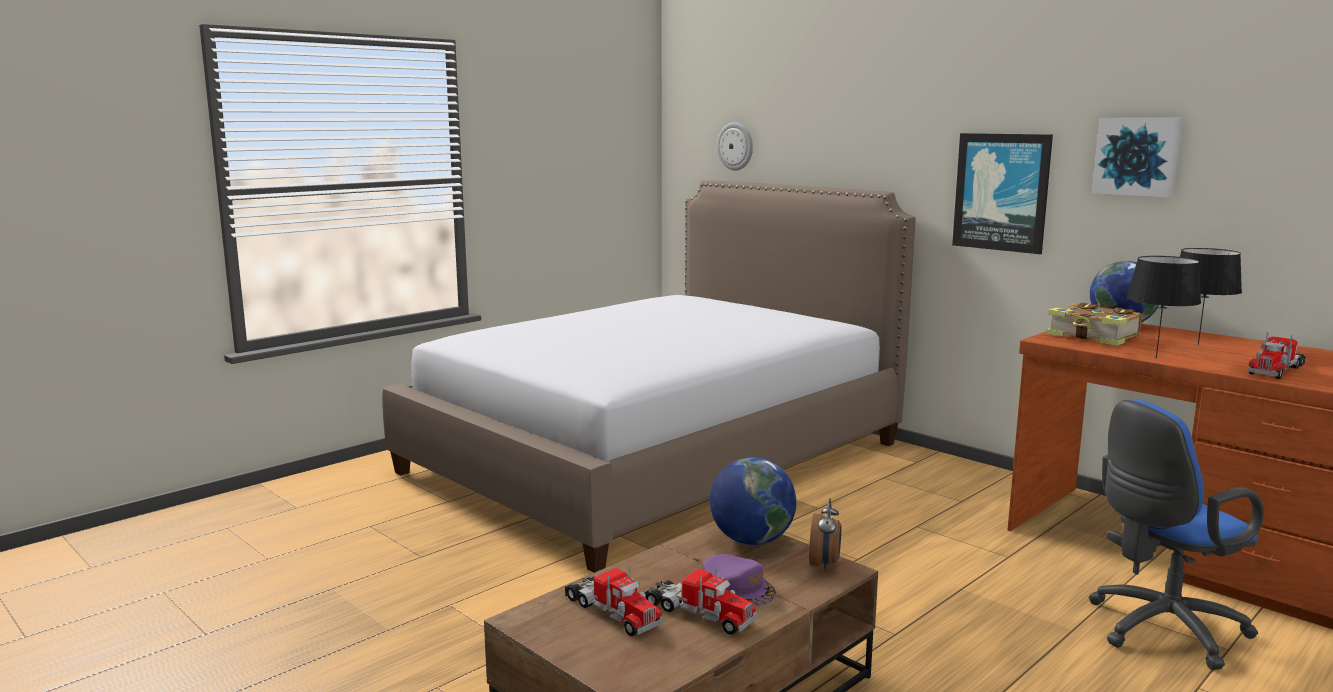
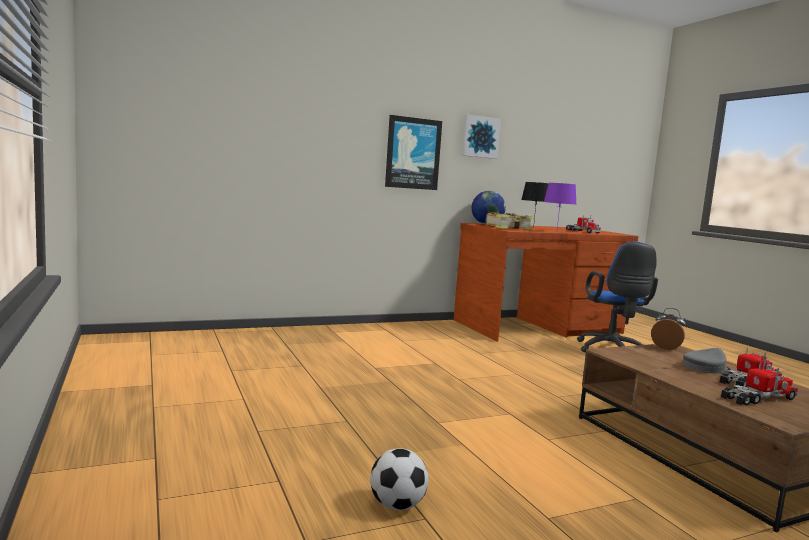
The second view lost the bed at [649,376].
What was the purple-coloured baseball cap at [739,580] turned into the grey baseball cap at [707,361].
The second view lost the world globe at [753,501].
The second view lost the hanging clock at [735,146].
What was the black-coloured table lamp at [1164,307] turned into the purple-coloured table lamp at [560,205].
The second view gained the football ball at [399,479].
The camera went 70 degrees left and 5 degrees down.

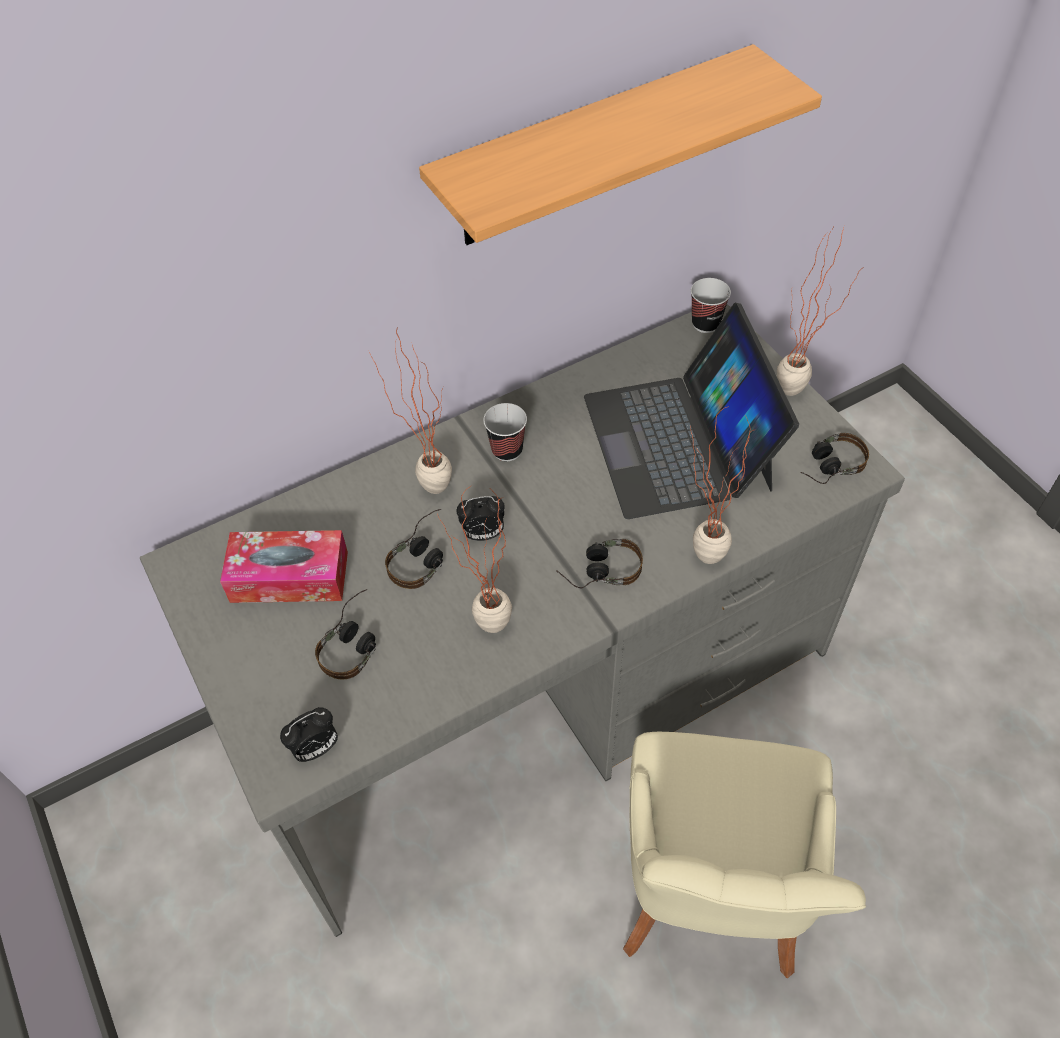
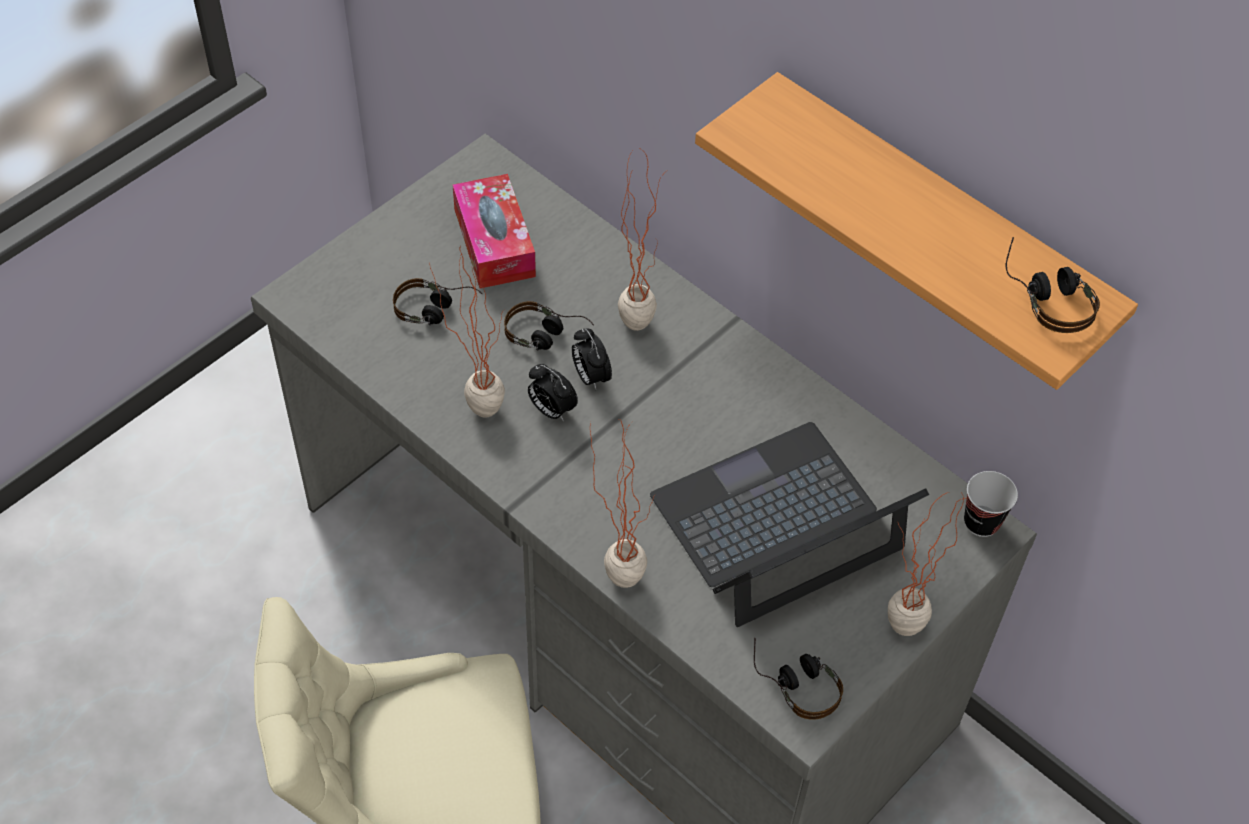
The table clock ended up elsewhere, having gone from [309,734] to [553,392].
The second view lost the cup at [505,432].
The pair of headphones ended up elsewhere, having gone from [599,563] to [1053,285].
The camera went 70 degrees right and 0 degrees up.

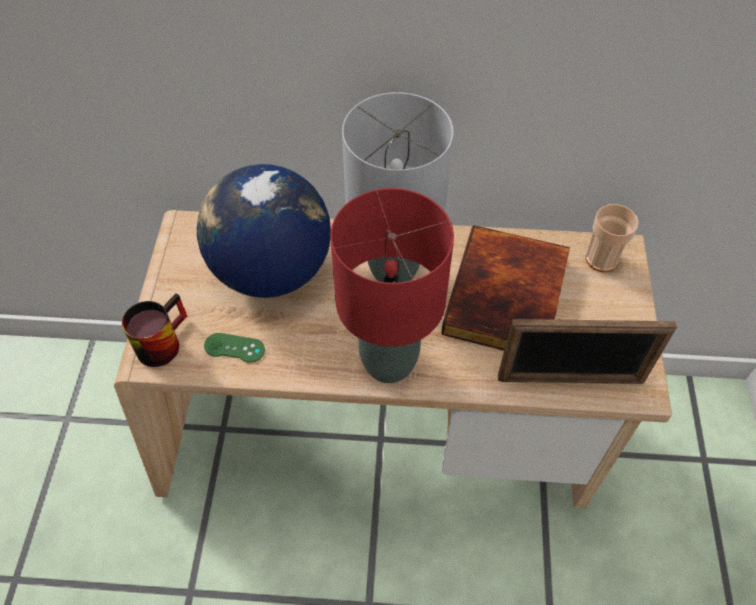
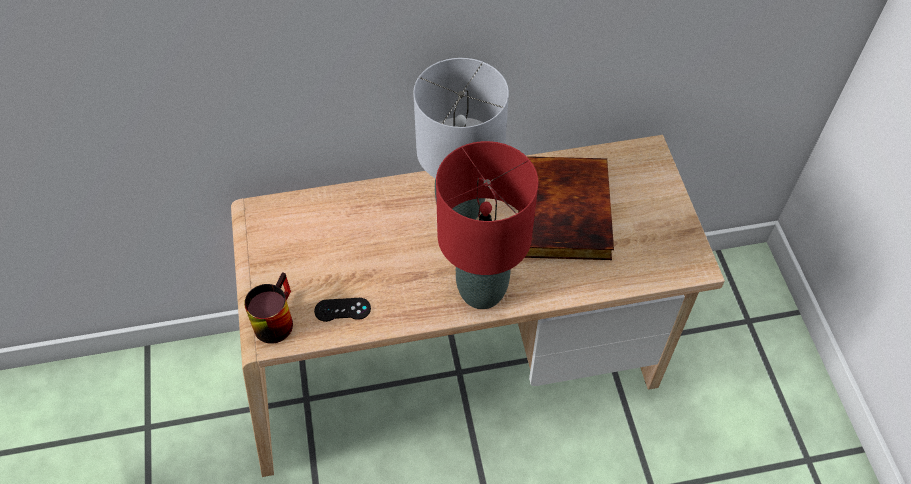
The second view lost the world globe at [264,231].
What was the green gamepad at [234,348] turned into the black-coloured gamepad at [342,310].
The second view lost the standing frame at [587,351].
The second view lost the cup at [612,238].
The camera went 15 degrees left and 0 degrees up.

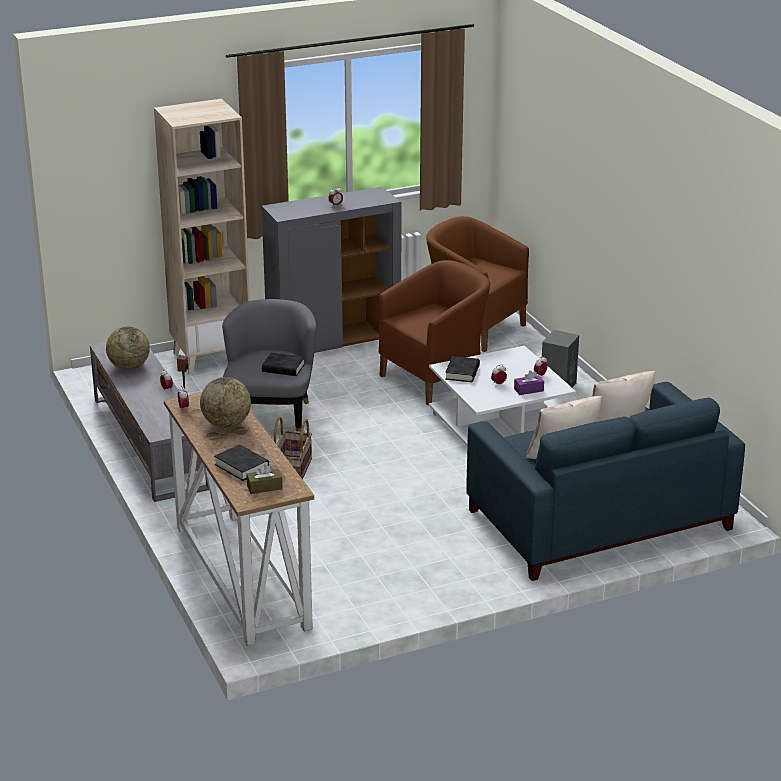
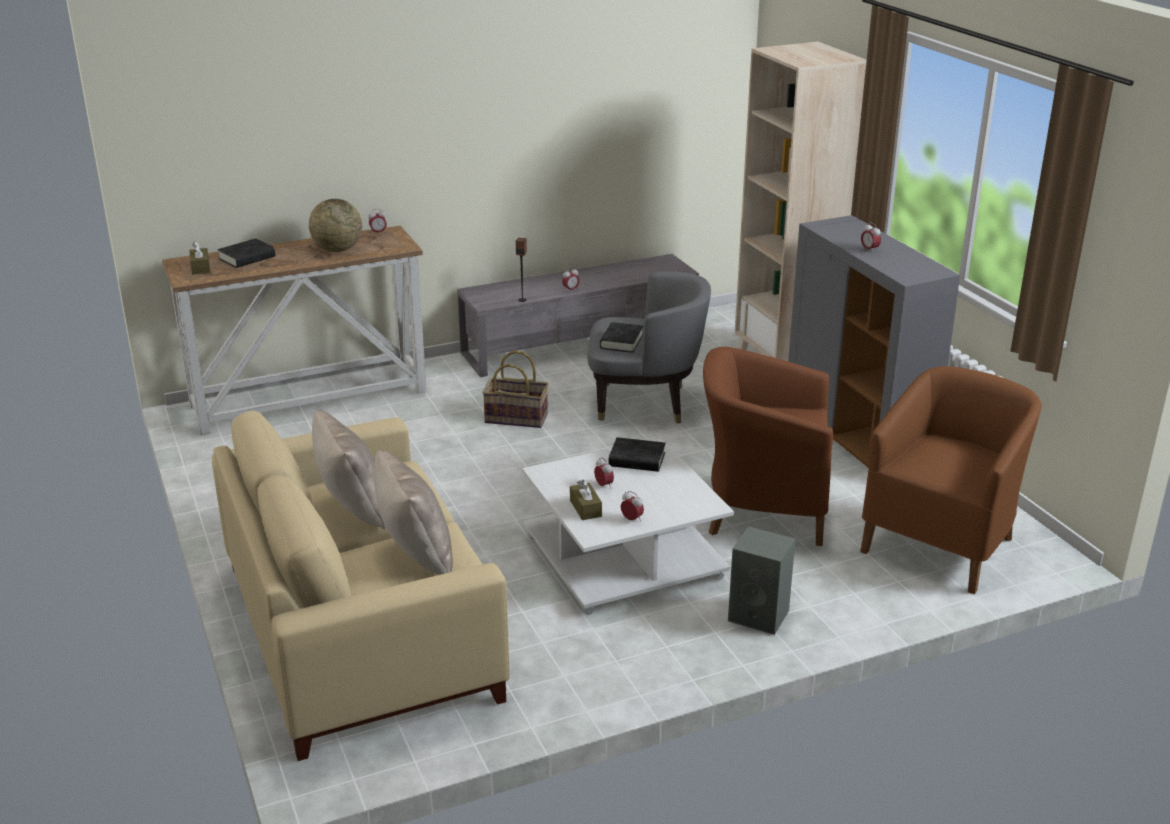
The second view lost the world globe at [128,348].
The brown-coloured lounge chair at [434,333] ended up facing another way, 135 degrees clockwise from before.
What was the blue sofa at [605,481] turned into the beige sofa at [361,586].
What was the purple-coloured box of tissues at [529,382] turned into the brown-coloured box of tissues at [586,500].
The camera went 90 degrees right and 0 degrees up.

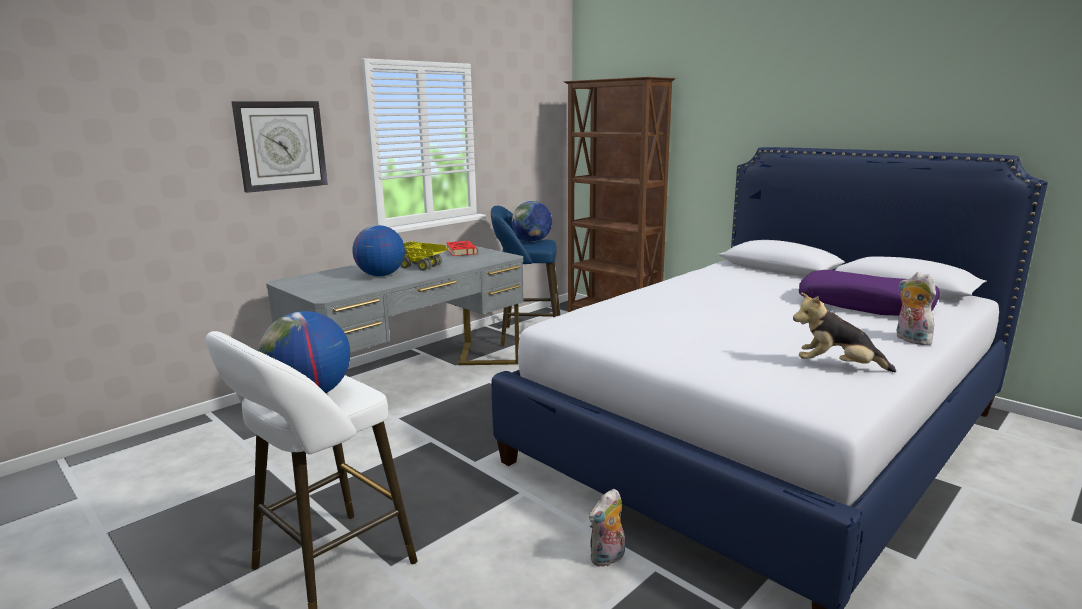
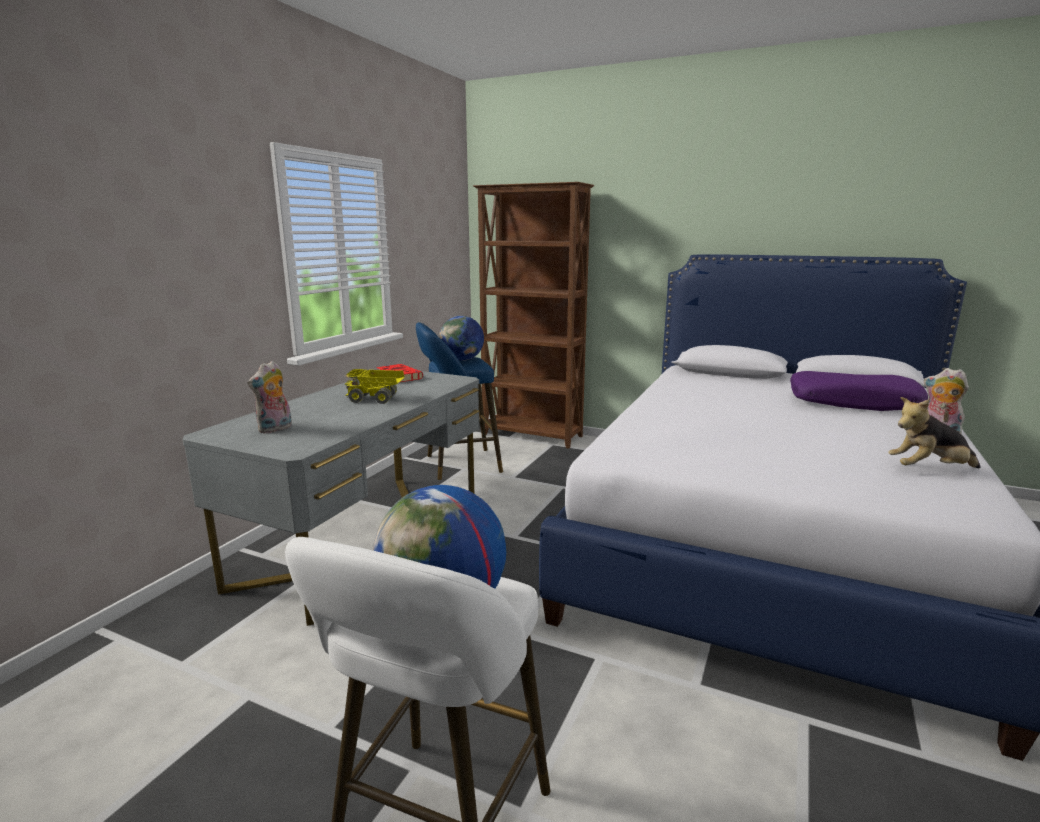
The second view lost the hanging clock at [279,147].
The second view lost the world globe at [378,250].
The cuddly toy ended up elsewhere, having gone from [607,528] to [269,397].
The camera went 20 degrees left and 0 degrees up.

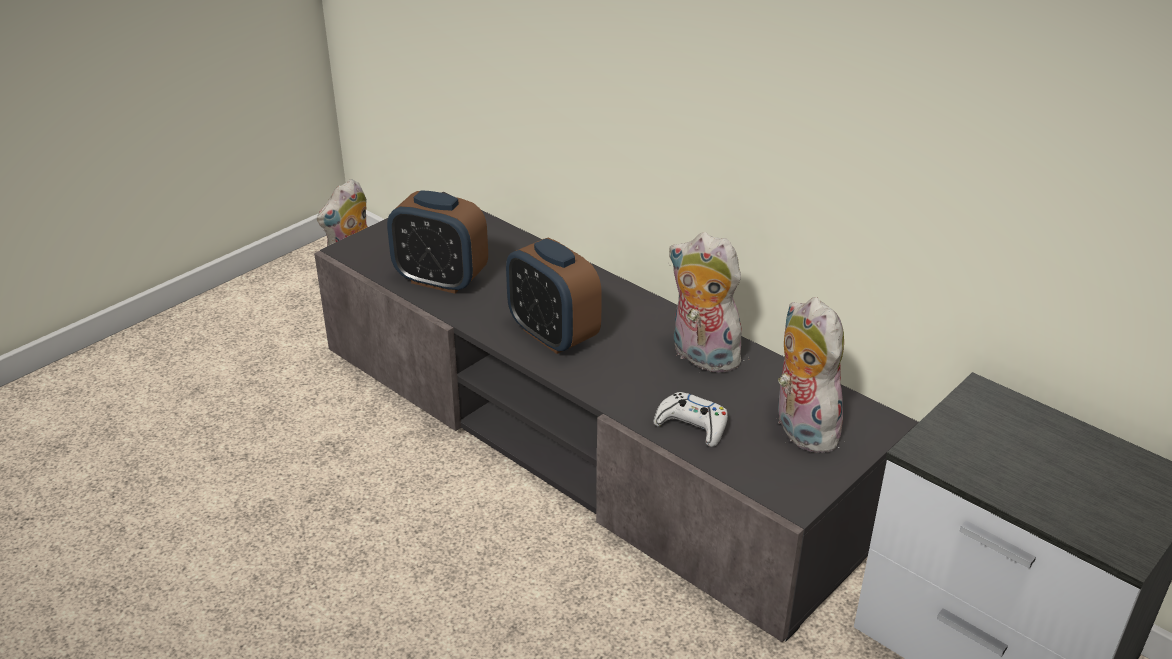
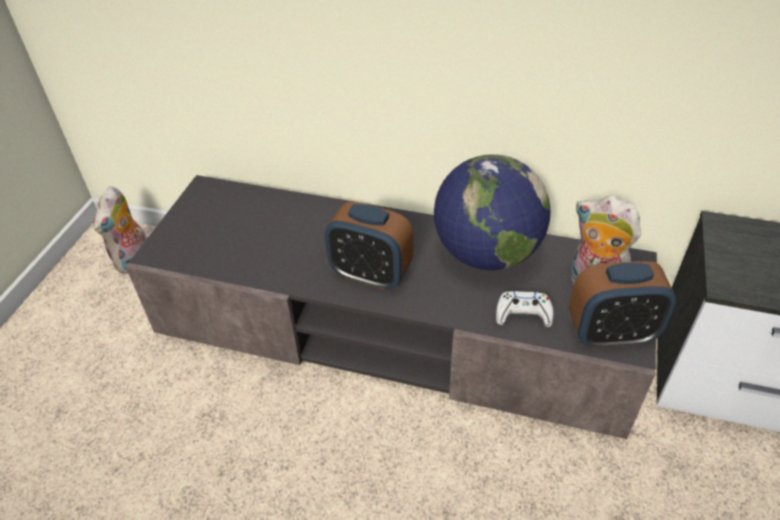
The table clock ended up elsewhere, having gone from [437,242] to [622,304].
Where the cuddly toy stood at [706,302], the world globe came to stand at [492,212].
The camera went 25 degrees left and 10 degrees up.

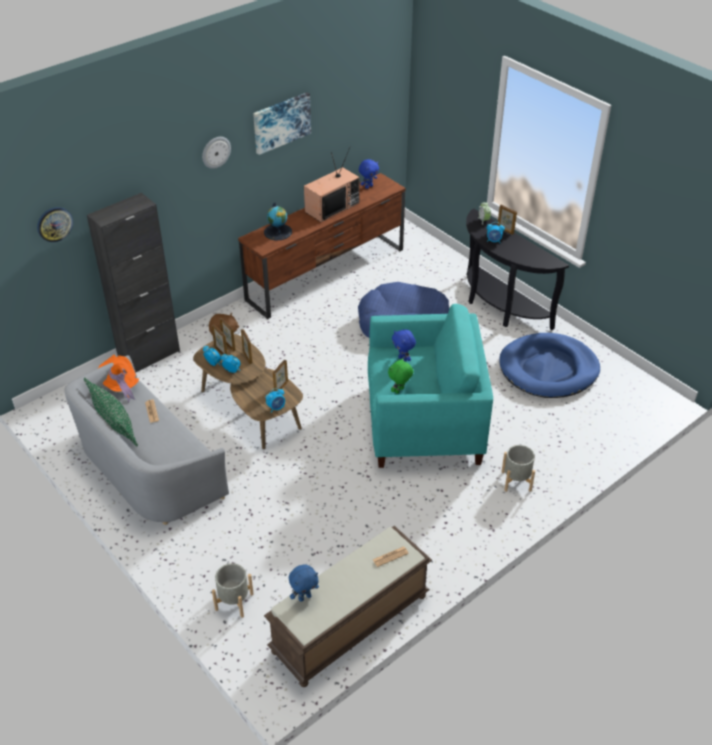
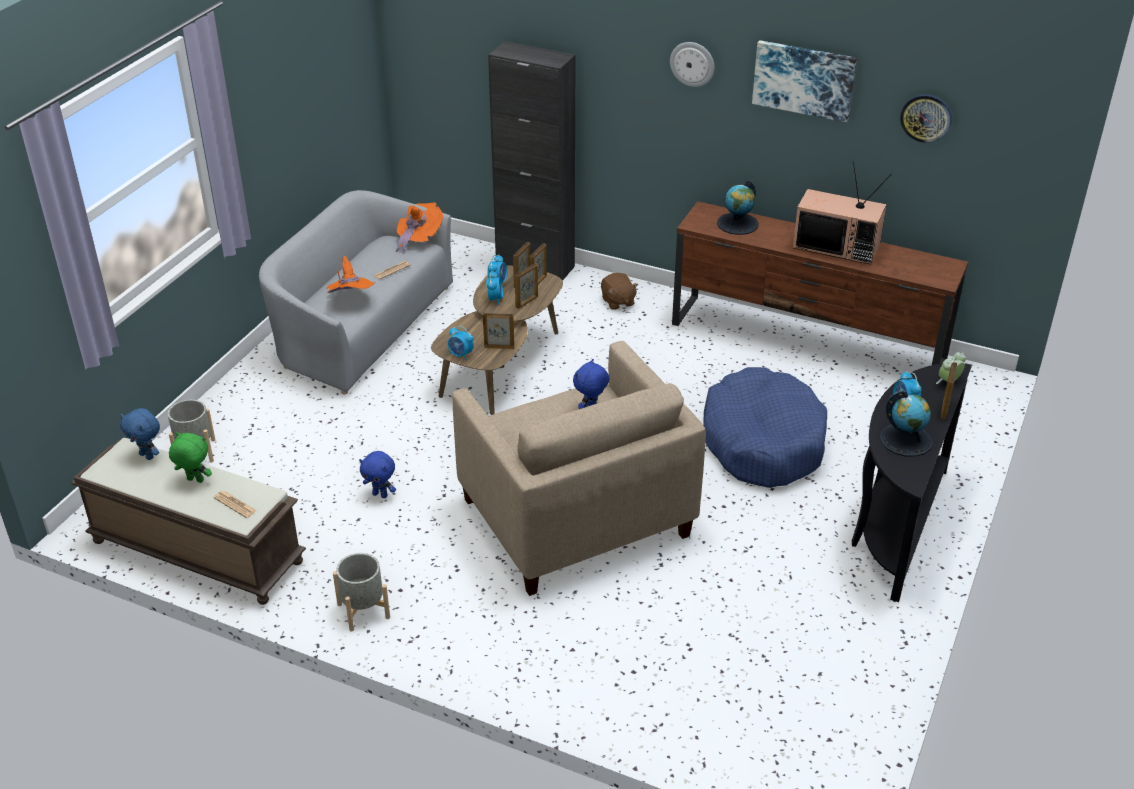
The hanging clock ended up elsewhere, having gone from [55,224] to [926,118].
The second view lost the green pillow at [111,411].
The blue cuddly toy ended up elsewhere, having gone from [369,174] to [377,474].
What was the turquoise lounge chair at [430,386] turned into the beige lounge chair at [579,468].
The green cuddly toy ended up elsewhere, having gone from [400,376] to [190,457].
The second view lost the blue dog bed at [549,365].
The grey flower pot ended up elsewhere, having gone from [518,468] to [361,592].
The second view gained the orange-coloured wearable hat at [350,274].
The second view gained the world globe at [906,423].
The camera went 65 degrees right and 5 degrees down.

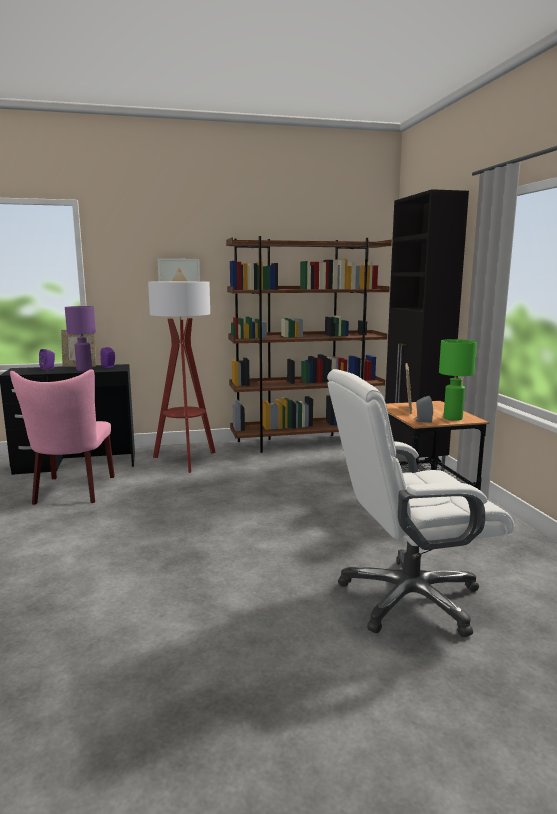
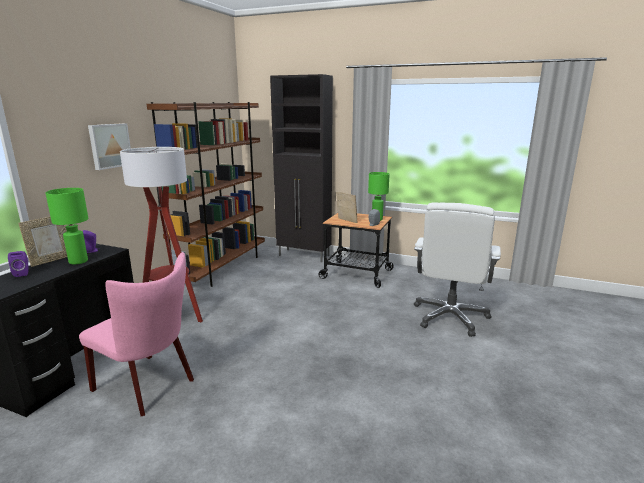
What was the purple-coloured table lamp at [80,338] turned into the green table lamp at [67,226].
The camera went 55 degrees left and 5 degrees up.

